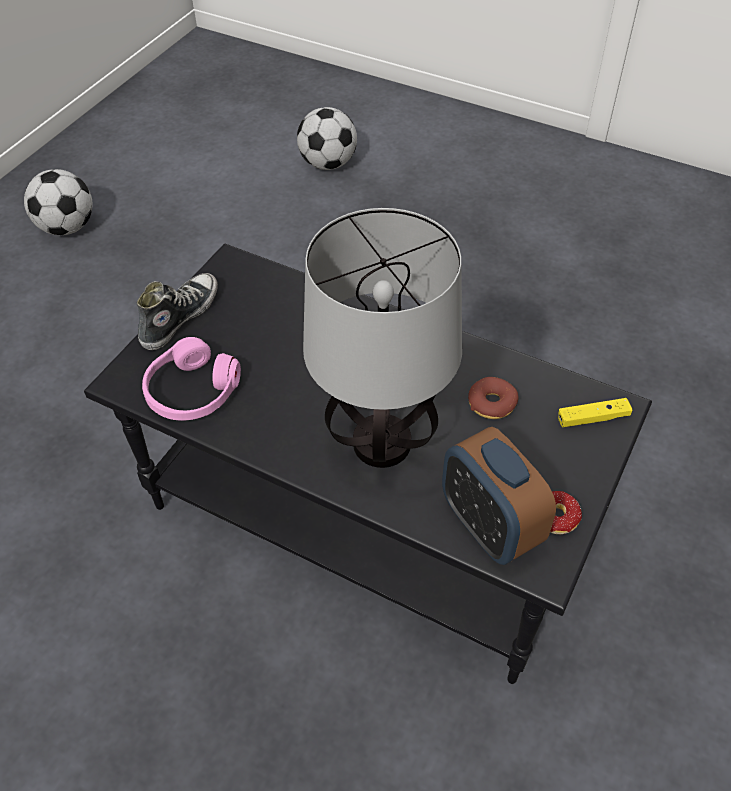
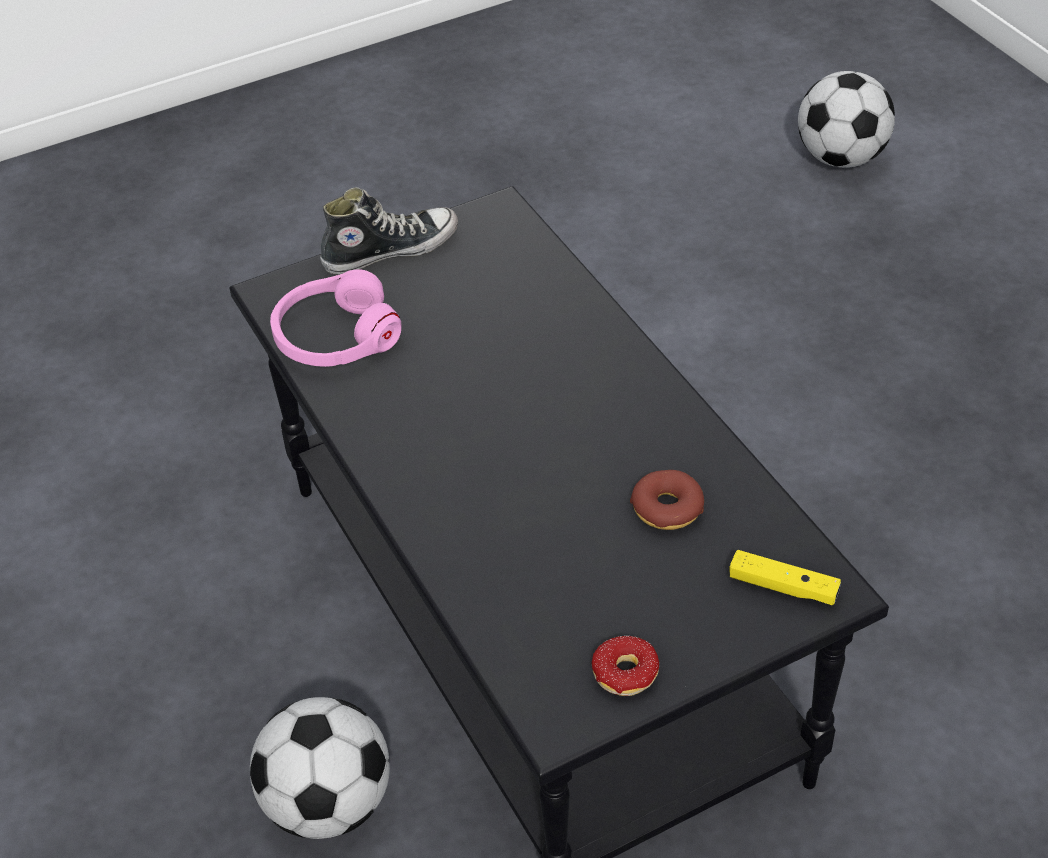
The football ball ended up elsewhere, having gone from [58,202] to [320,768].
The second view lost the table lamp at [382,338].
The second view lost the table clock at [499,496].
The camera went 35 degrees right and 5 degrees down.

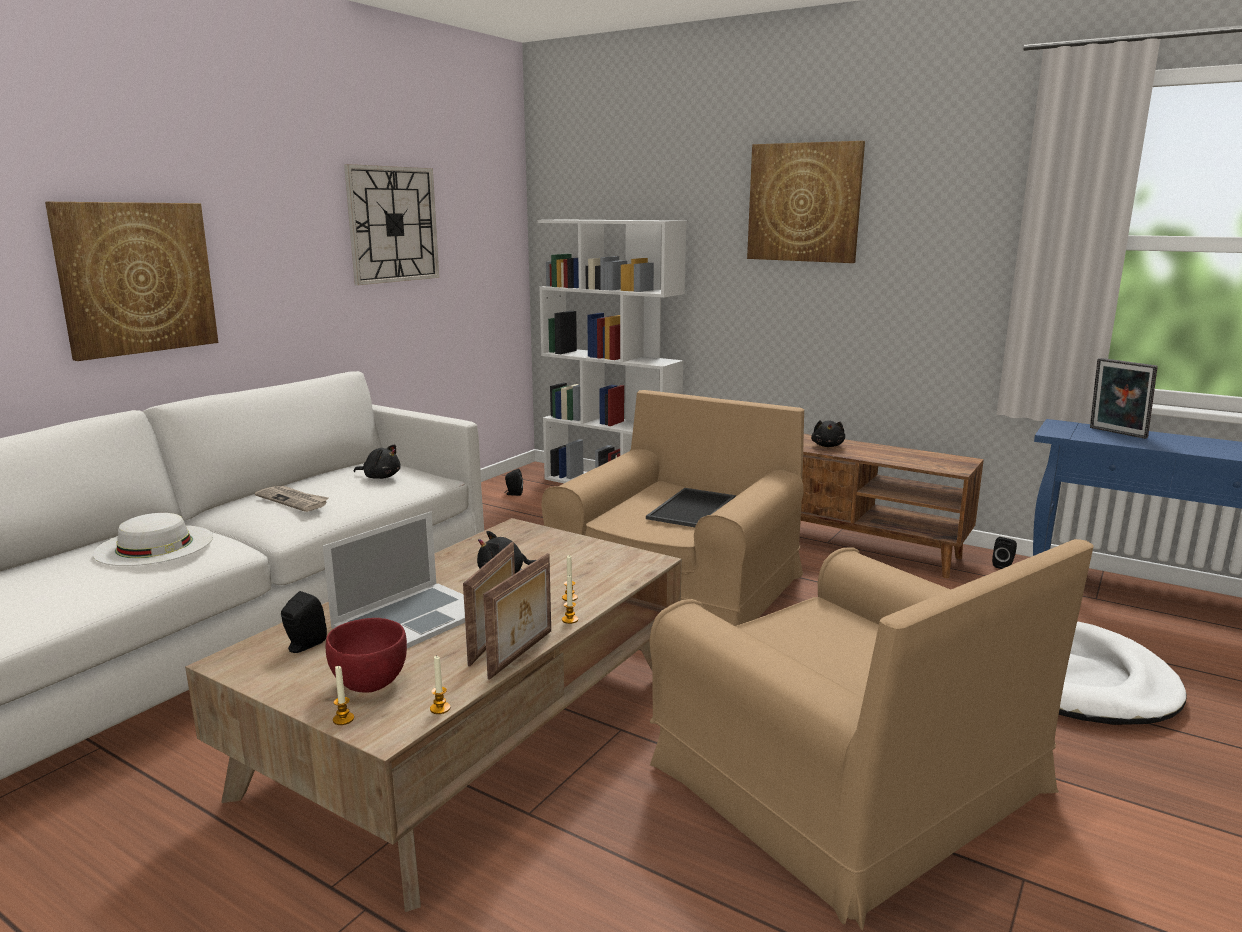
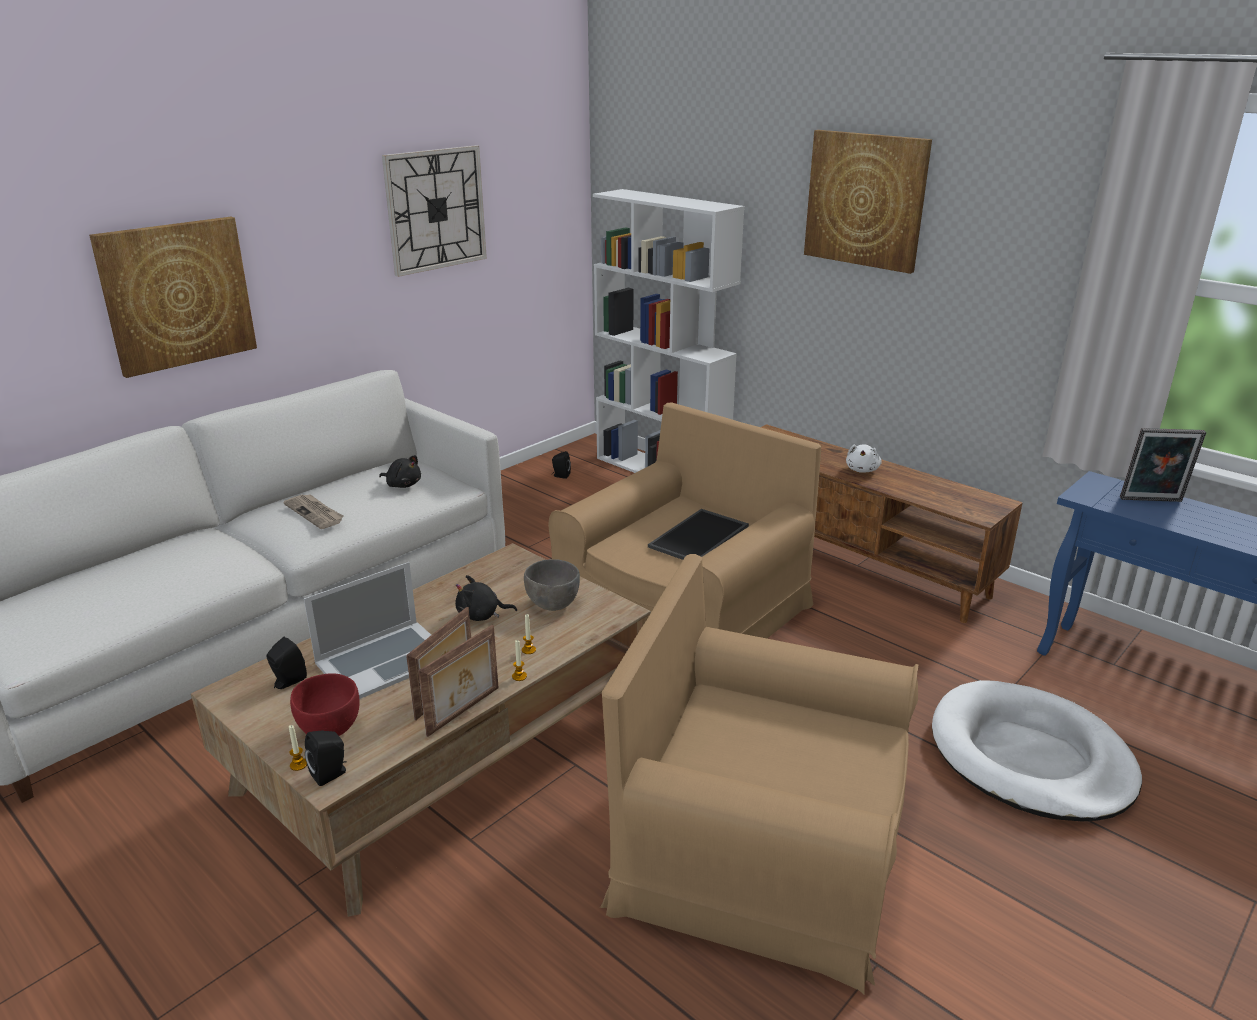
The second view lost the white-coloured wearable hat at [153,539].
The second view lost the wax light at [440,685].
The brown-coloured lounge chair at [871,734] ended up facing another way, 135 degrees clockwise from before.
What was the black-coloured cuddly toy at [828,433] turned into the white-coloured cuddly toy at [864,458].
The black-coloured audio speaker ended up elsewhere, having gone from [1004,553] to [326,758].
The standing frame at [1124,398] ended up facing another way, 60 degrees counterclockwise from before.
The second view gained the grey deep dish at [552,585].
The camera went 10 degrees right and 10 degrees up.

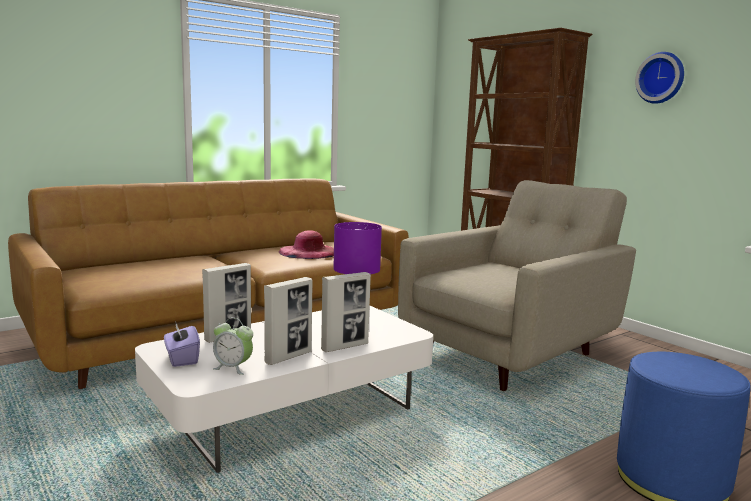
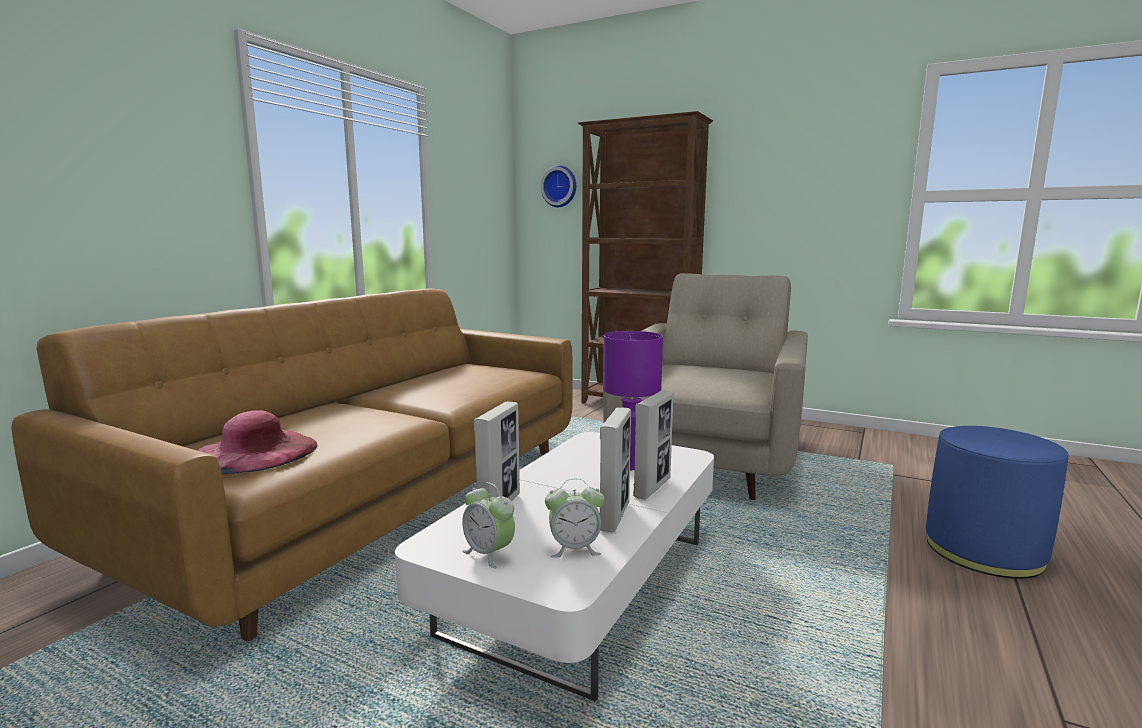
Where the purple-coloured box of tissues stood at [182,344], the table clock came to stand at [488,525].
The pinkish wearable hat ended up elsewhere, having gone from [306,244] to [257,442].
The hanging clock ended up elsewhere, having gone from [659,78] to [558,186].
The camera went 25 degrees left and 0 degrees up.

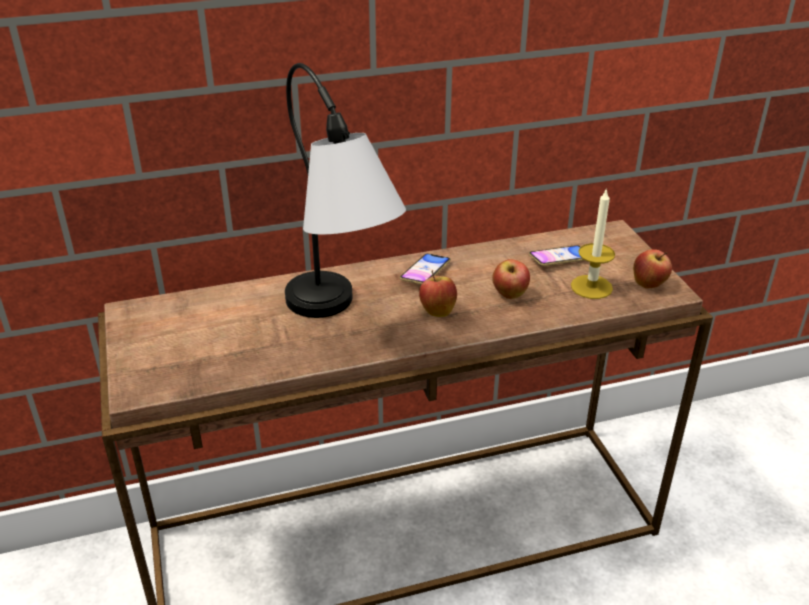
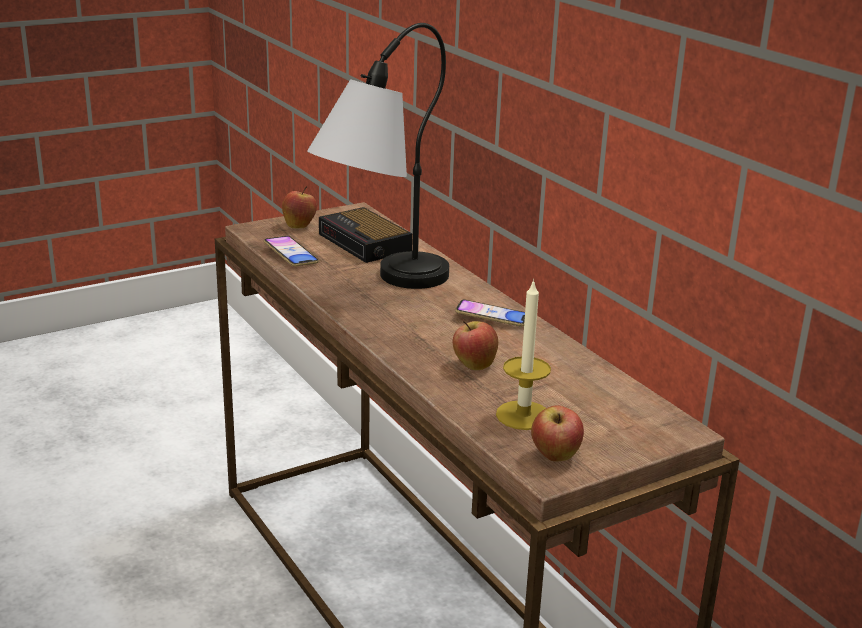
The apple ended up elsewhere, having gone from [438,293] to [299,207].
The phone ended up elsewhere, having gone from [556,255] to [291,251].
The second view gained the table clock at [365,235].
The camera went 75 degrees right and 10 degrees down.

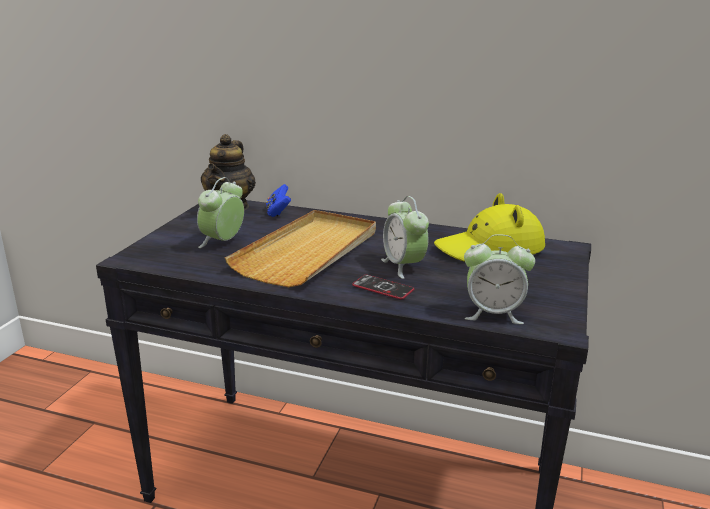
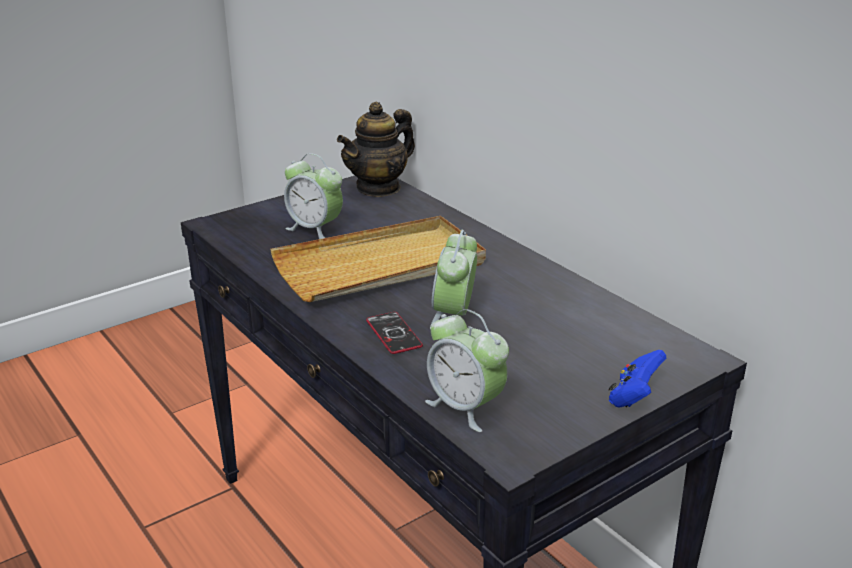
The table clock at [220,212] ended up facing another way, 120 degrees counterclockwise from before.
The blue gamepad ended up elsewhere, having gone from [278,200] to [637,379].
The second view lost the yellowish wearable hat at [489,227].
The camera went 35 degrees right and 5 degrees up.

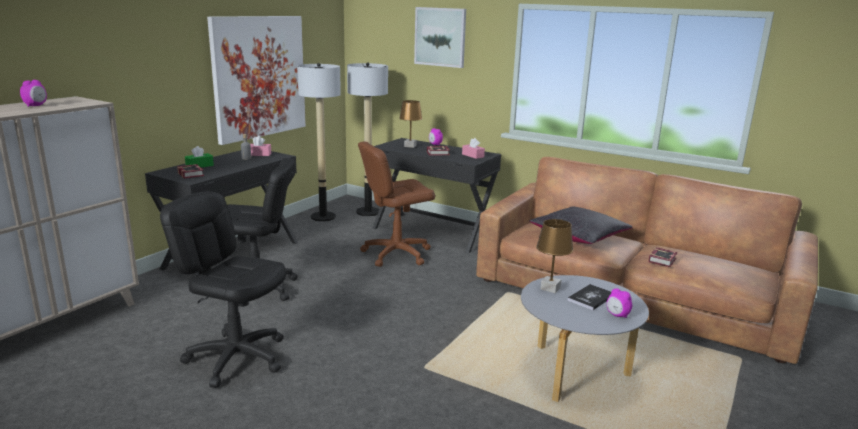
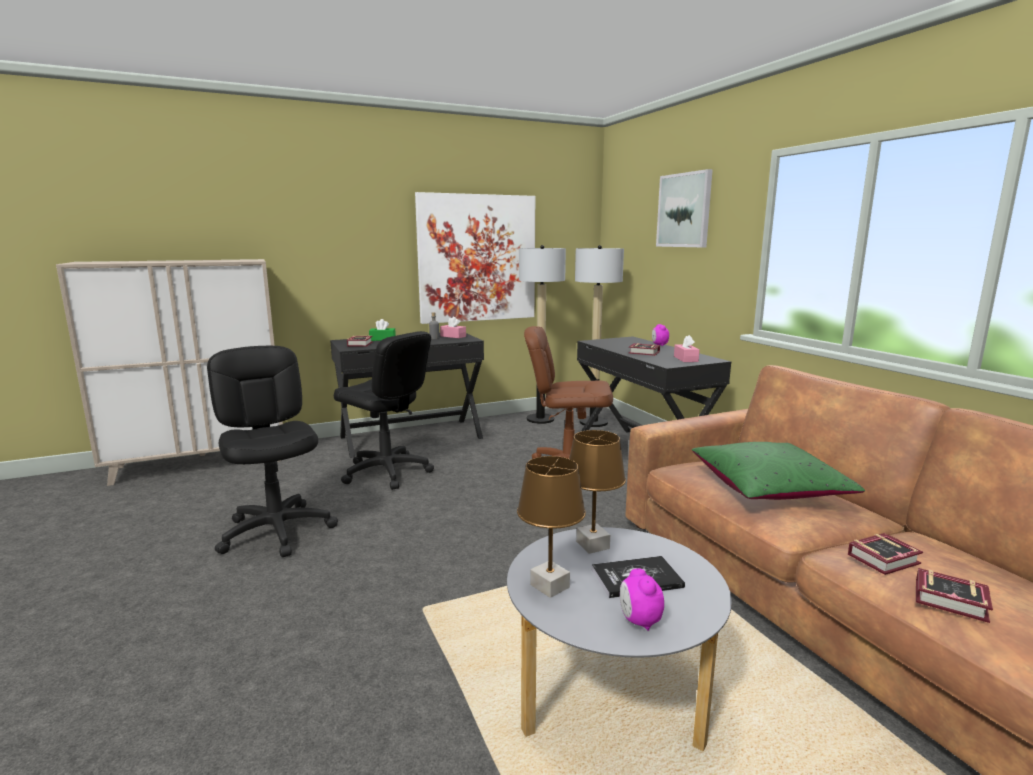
The second view lost the table clock at [33,93].
The brown-coloured table lamp ended up elsewhere, having gone from [410,124] to [551,527].
What was the black-coloured pillow at [581,225] turned into the green pillow at [778,471].
The second view gained the book at [954,595].
The camera went 35 degrees right and 5 degrees down.

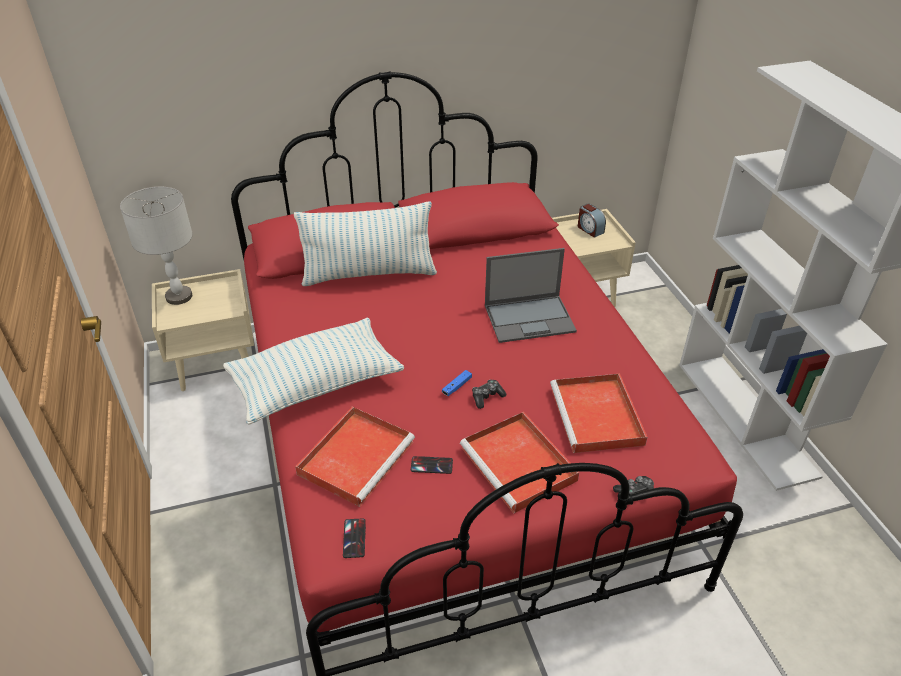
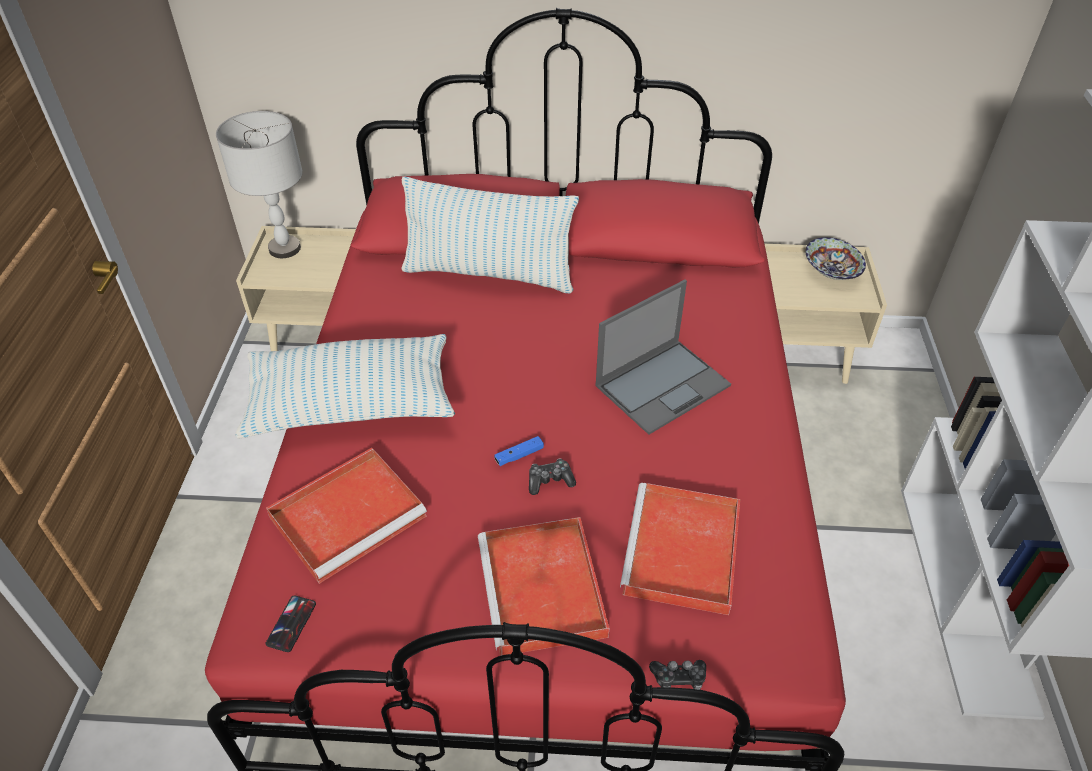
The second view lost the phone at [432,465].
The notebook computer at [531,295] ended up facing another way, 45 degrees counterclockwise from before.
Where the table clock stood at [592,221], the deep dish came to stand at [836,258].
The camera went 20 degrees right and 5 degrees up.

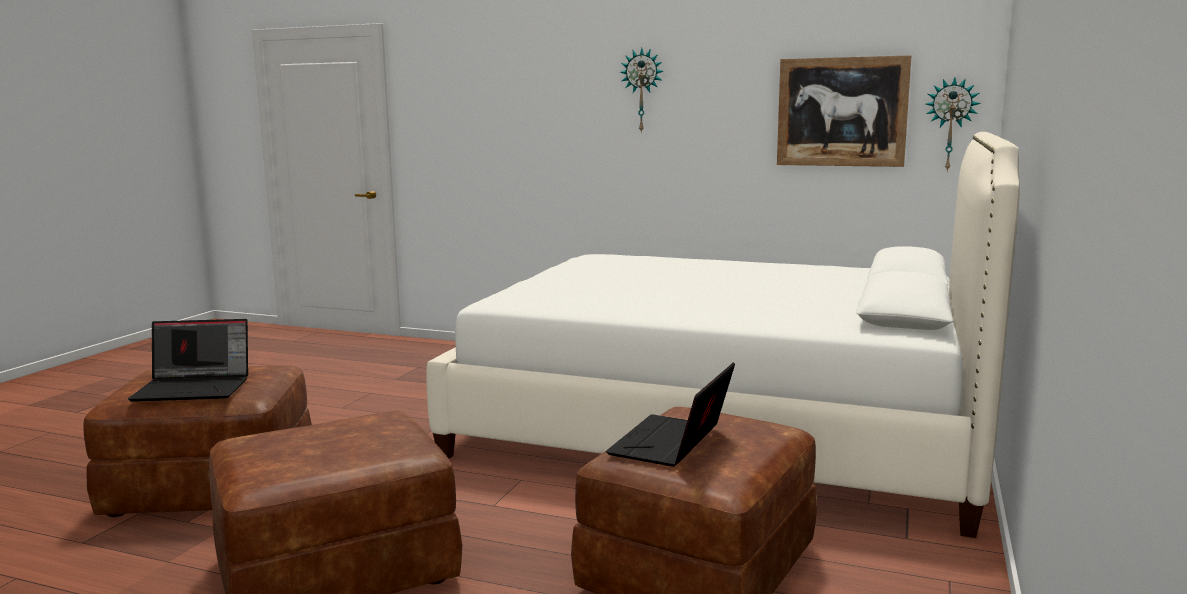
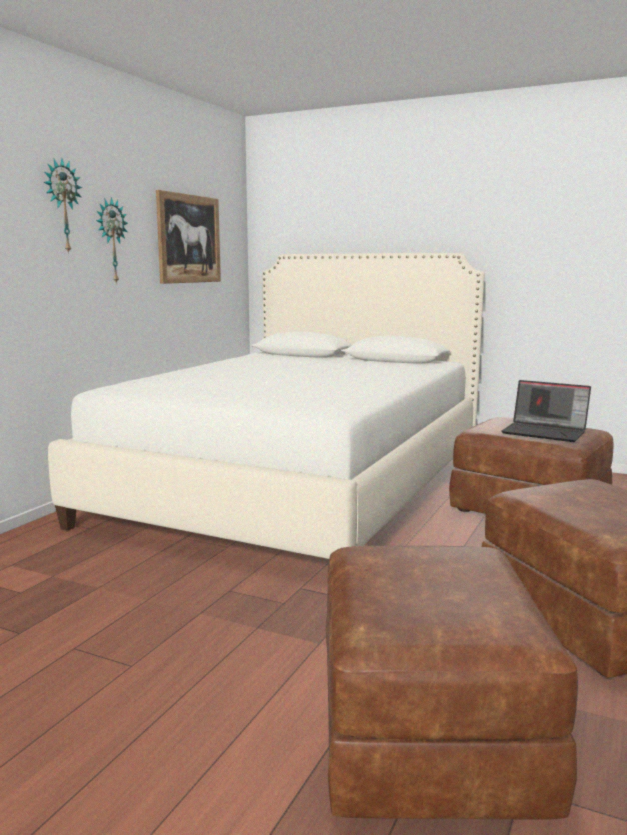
The second view lost the notebook computer at [188,360].
The hanging clock ended up elsewhere, having gone from [953,124] to [112,240].
The camera went 85 degrees left and 0 degrees up.

